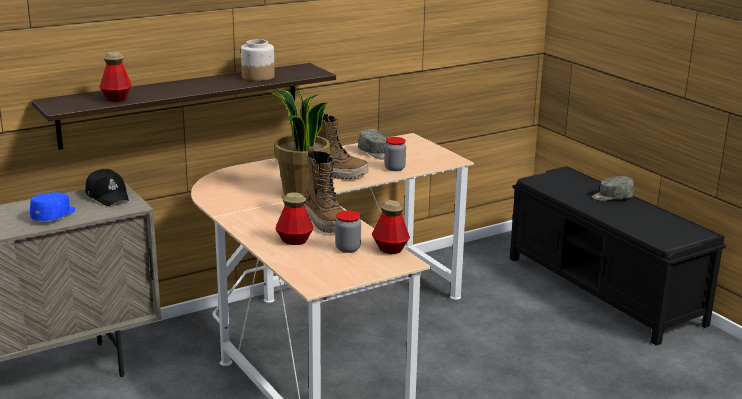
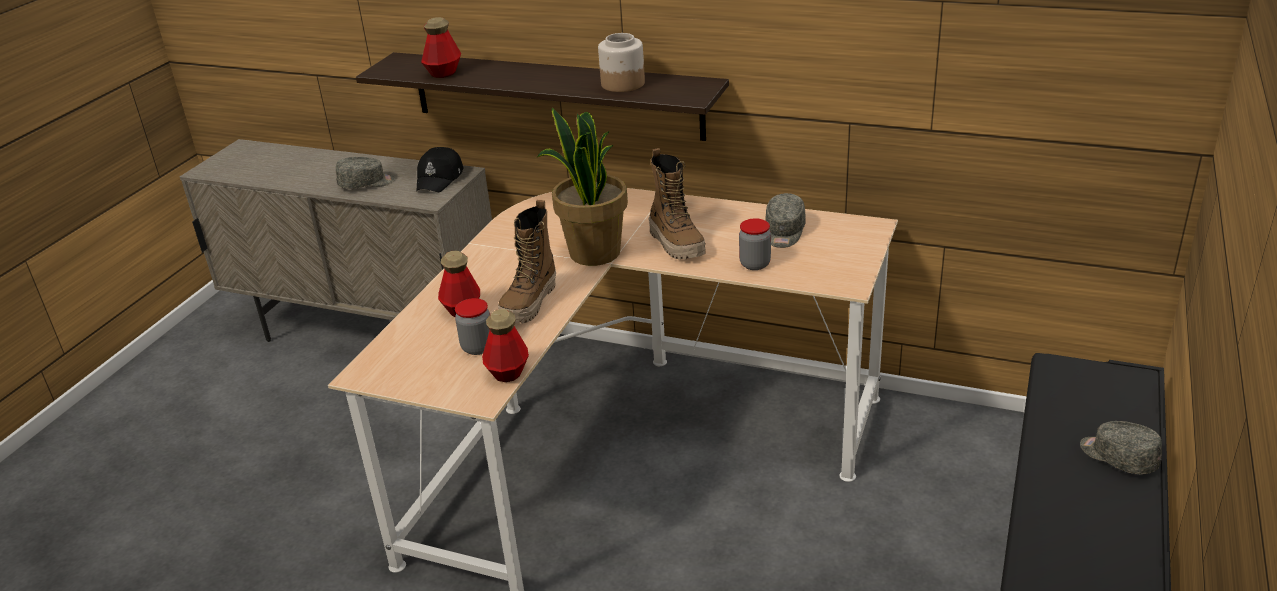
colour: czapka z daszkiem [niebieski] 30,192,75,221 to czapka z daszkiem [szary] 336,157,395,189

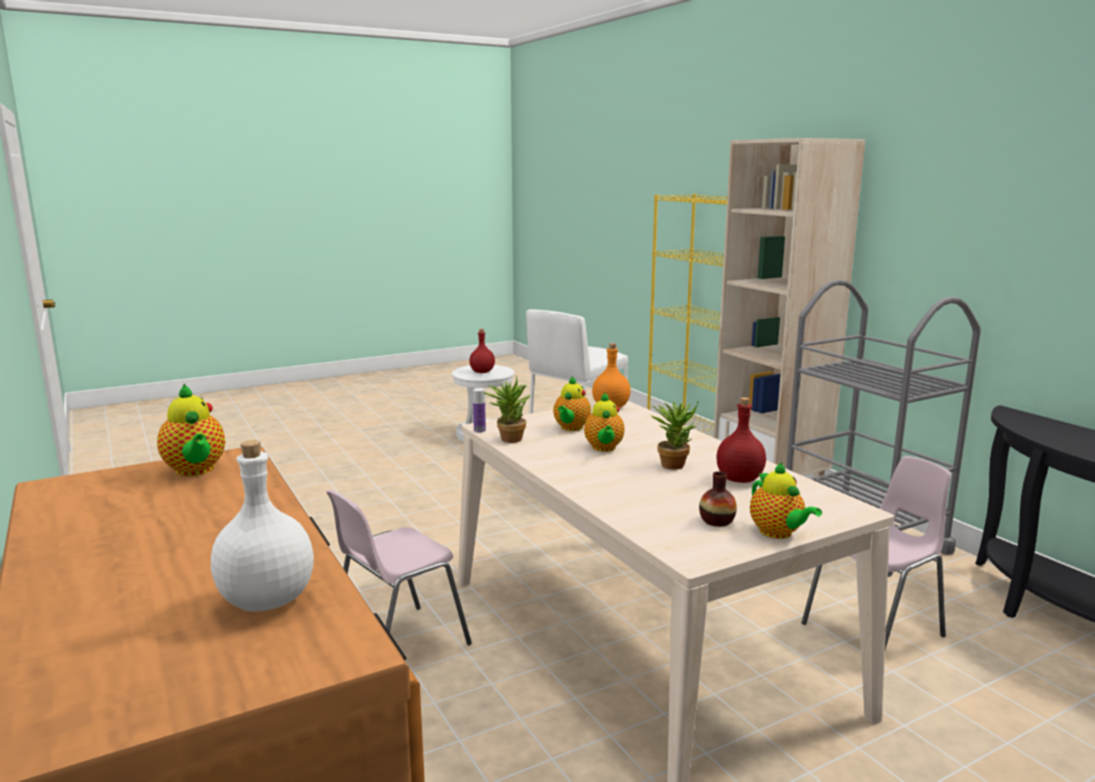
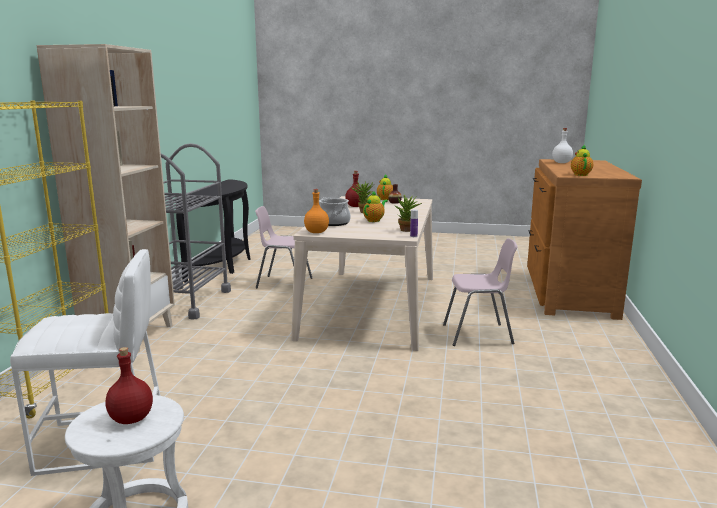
missing: imbryk 553,376,591,431
appeared: garnek 319,197,351,226

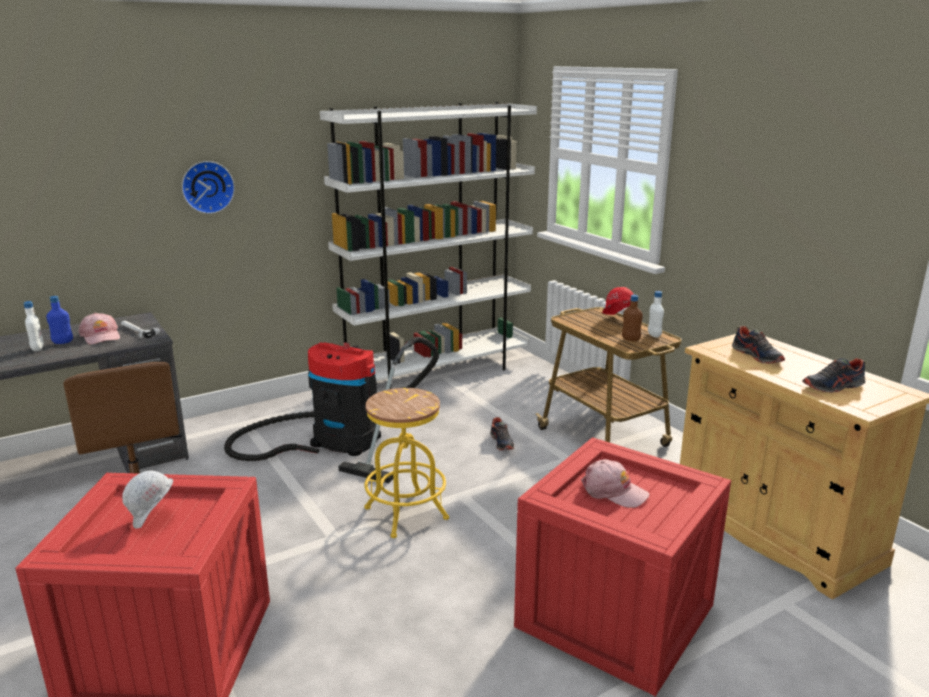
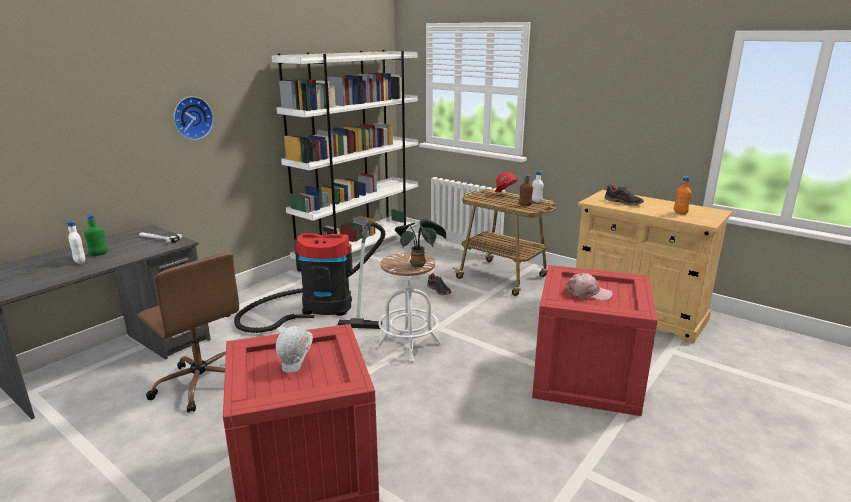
missing: czapka z daszkiem [różowy] 78,313,120,345
appeared: roślina doniczkowa 395,219,447,268
exchanged: but 802,358,867,393 to butelka [pomarańczowy] 674,176,692,215
colour: butelka [niebieski] 46,296,73,344 to butelka [zielony] 84,214,108,256; stołek [żółty] 364,388,449,538 to stołek [biały] 376,253,441,362

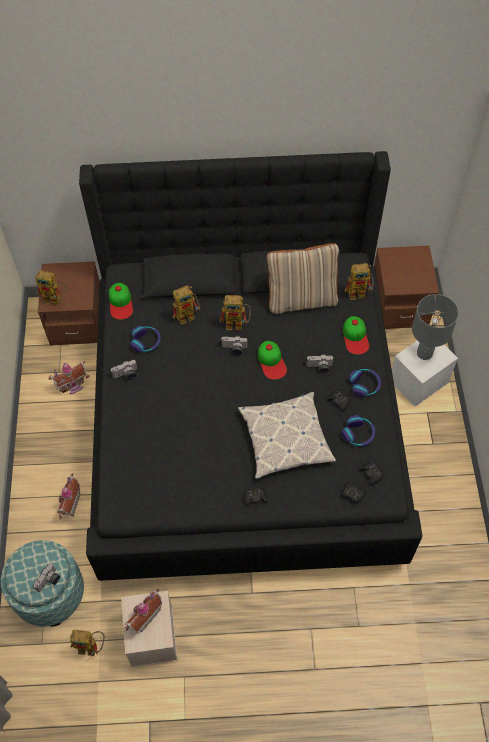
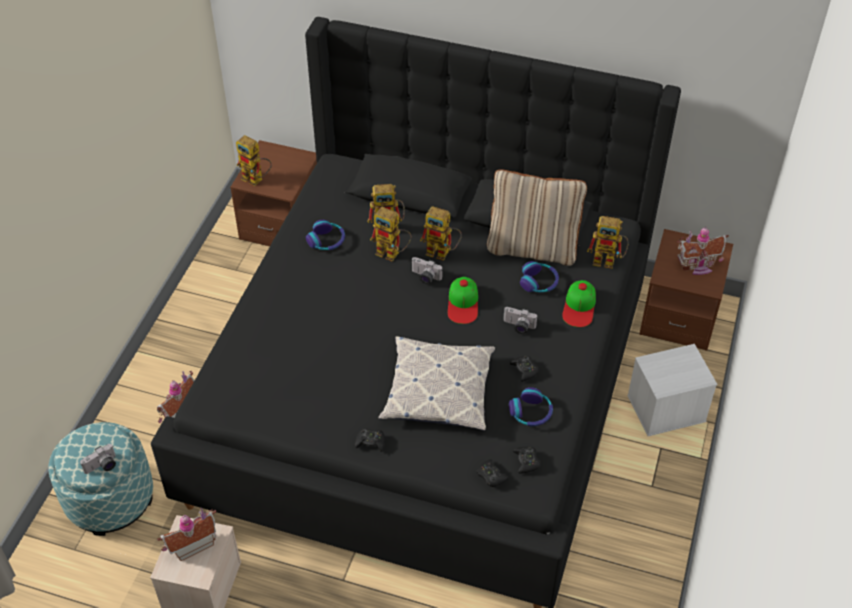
missing: czapka z daszkiem 109,283,133,320; aparat fotograficzny 111,360,137,380; lampa stołowa [szary] 412,294,459,360
relocated: robot zabawkowy 70,630,105,656 to 370,207,411,261; słuchawki 349,369,381,397 to 520,261,559,292; domek 48,361,89,394 to 677,227,729,275

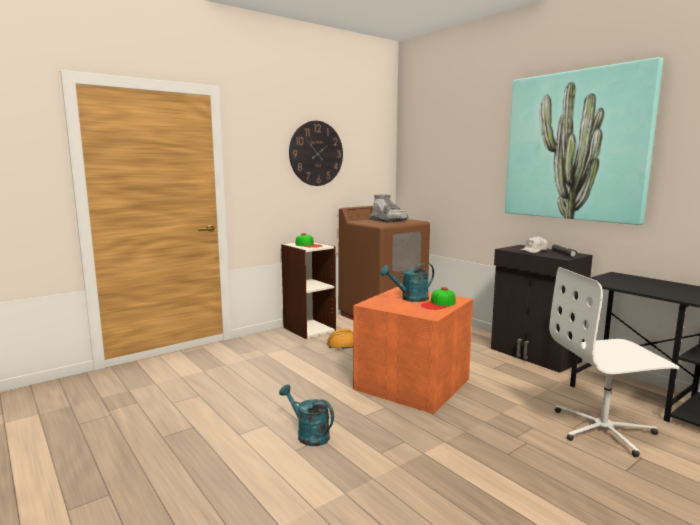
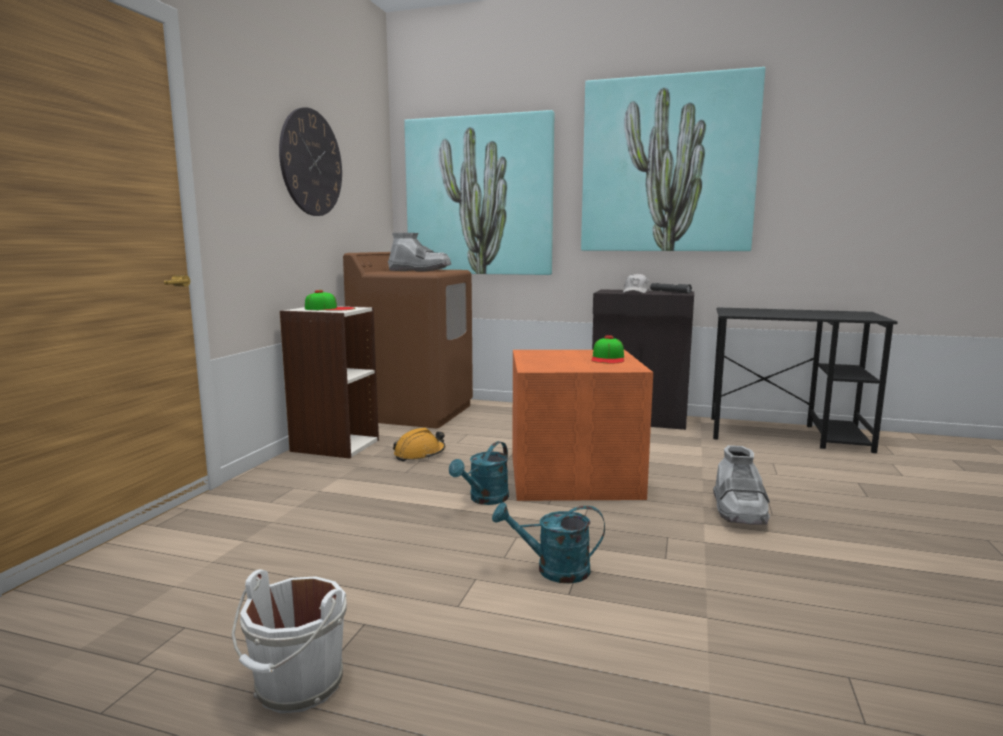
missing: krzesło biurowe [biały] 549,267,680,457
appeared: wiadro [biały] 231,569,347,713; obraz 404,110,554,275; but z cholewką [szary] 713,445,770,525
relocated: konewka [turkusowy] 380,263,434,302 to 449,441,509,505

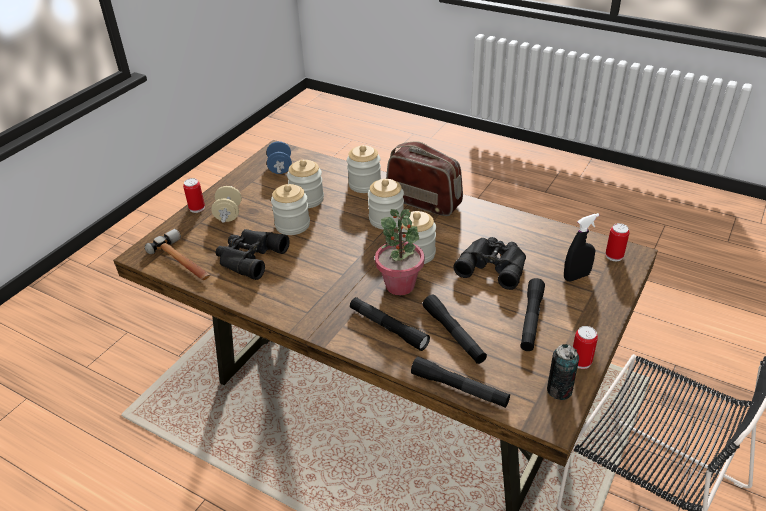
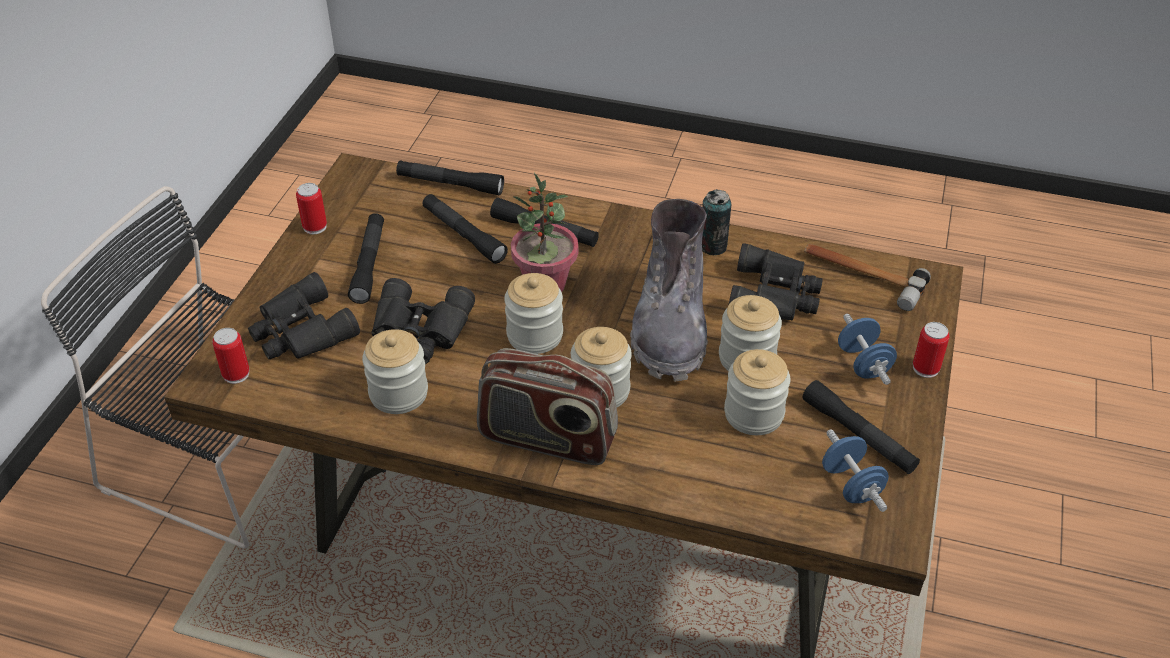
appeared: but z cholewką [szary] 630,199,708,382; latarka [czarny] 803,380,920,474
relocated: słoik 347,145,381,193 to 362,329,428,414; puszka 547,344,579,400 to 702,189,731,255
exchanged: spryskiwacz [czarny] 564,213,599,281 to lornetka [czarny] 248,272,360,359
colour: hantel [beżowy] 211,186,242,223 to hantel [niebieski] 838,314,897,385

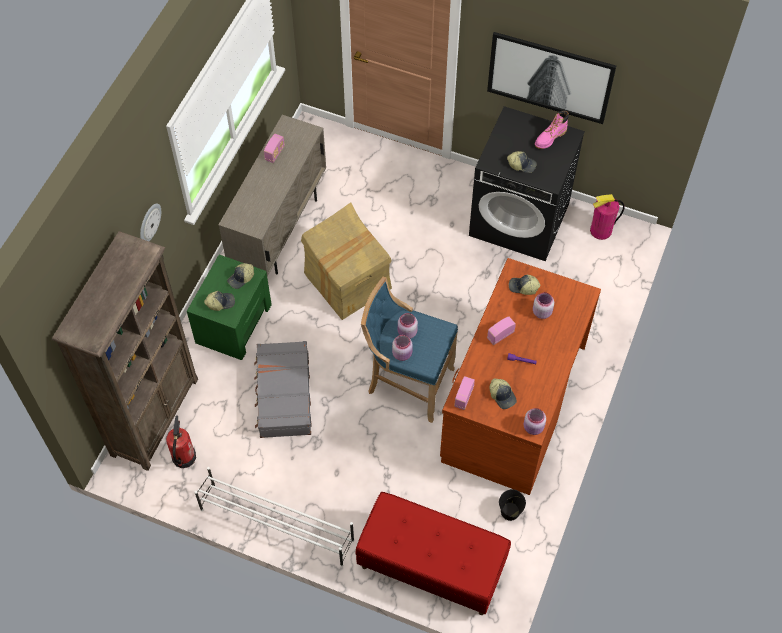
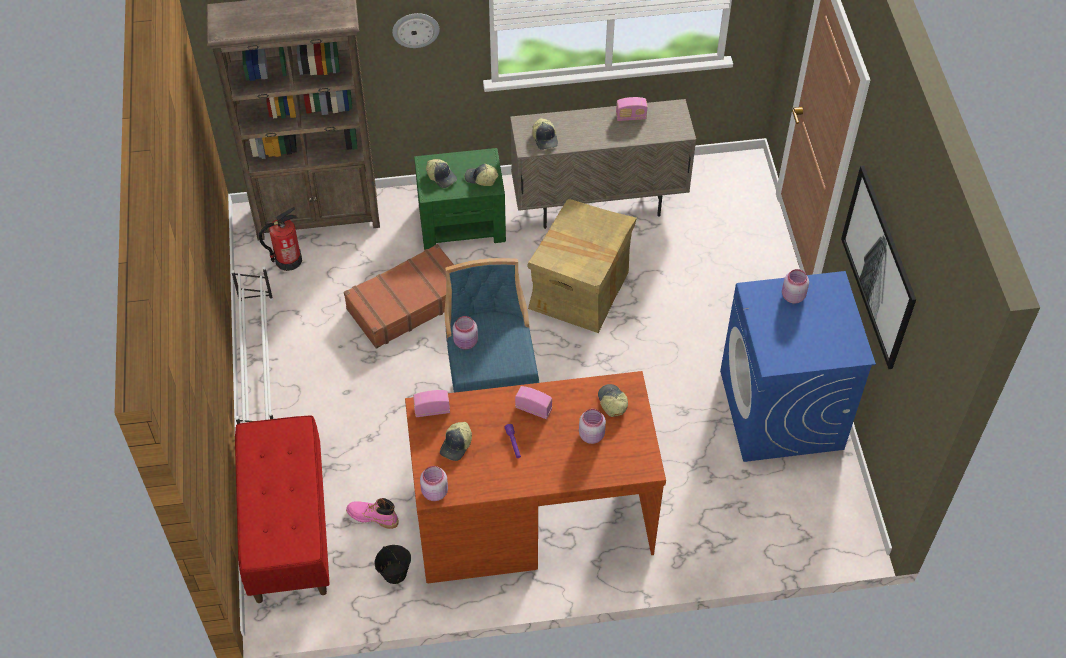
missing: gaśnica 590,194,625,240
relocated: but z cholewką [różowy] 535,111,569,149 to 346,498,399,529; czapka z daszkiem 507,151,536,173 to 532,118,558,150; słoik [różowy] 398,313,418,339 to 782,269,809,303
colour: walizka [szary] 254,341,312,438 to walizka [brązowy] 344,244,454,349; pralka [czarny] 469,106,585,261 to pralka [niebieski] 720,271,876,462

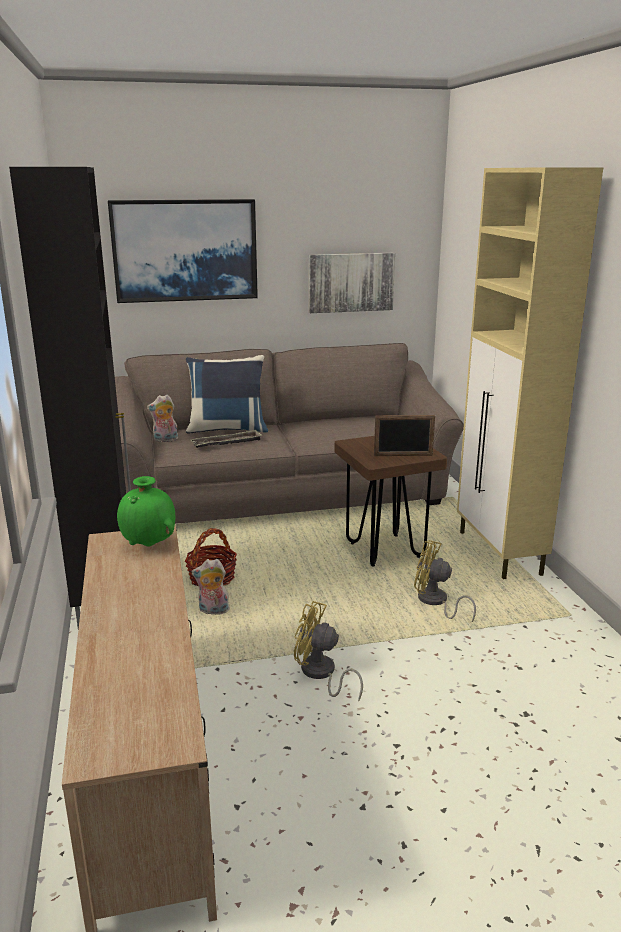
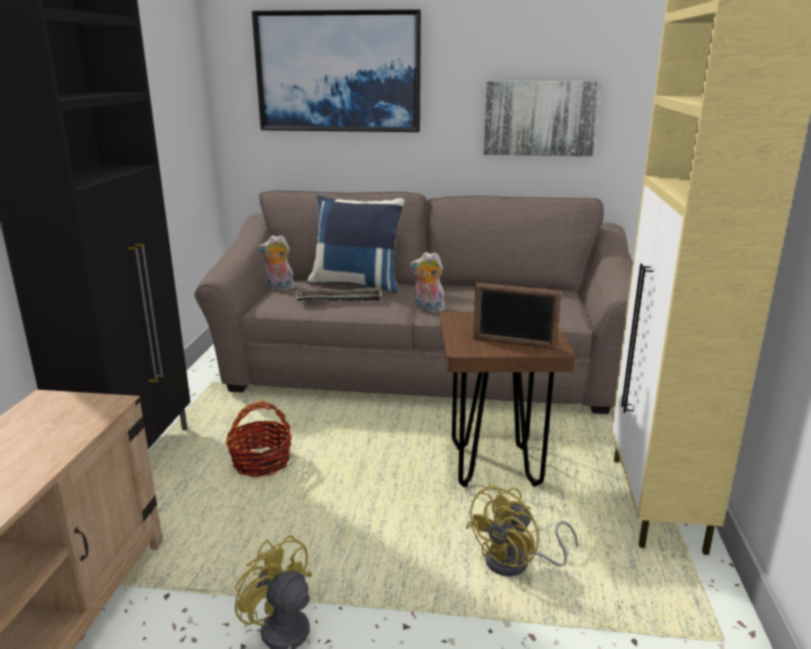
missing: wazon [zielony] 117,476,175,547
relocated: pluszak 192,559,231,615 to 410,252,445,313
spun: wentylator [żółty] 414,540,476,622 = 465,485,578,576 90 degrees counterclockwise

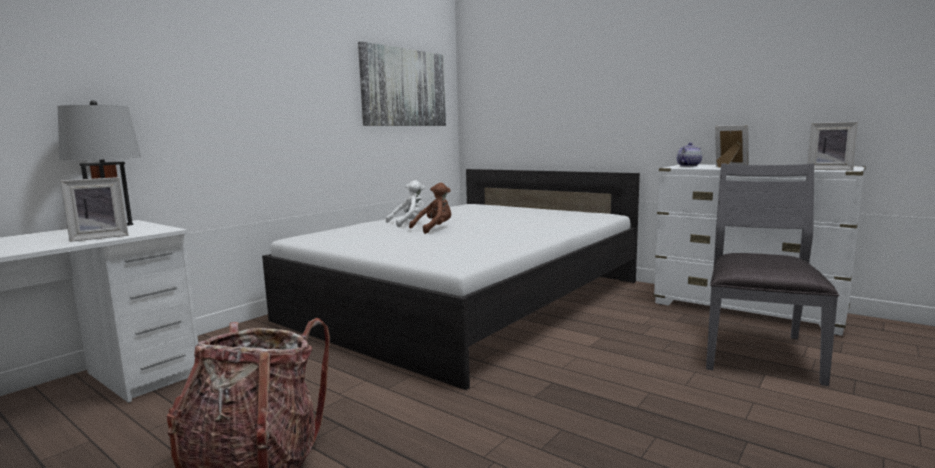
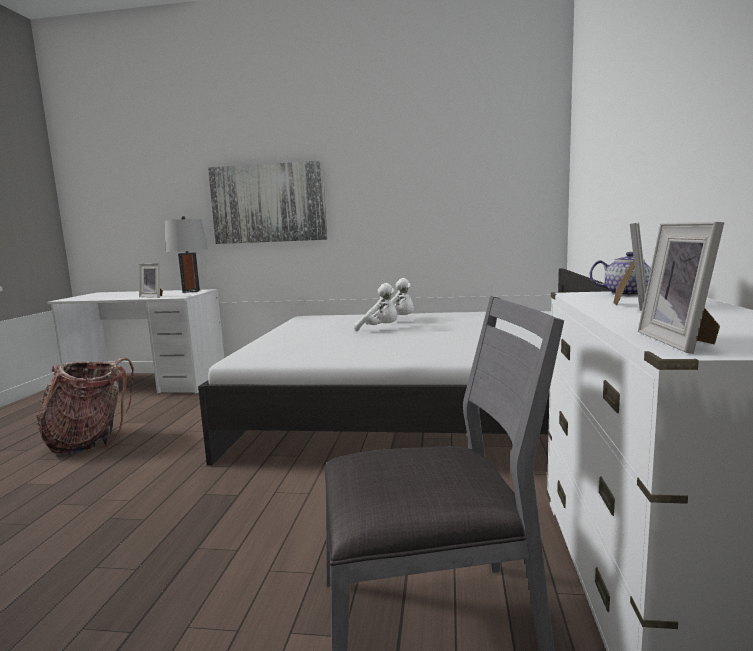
relocated: obraz 358,41,446,126 to 208,160,327,244
colour: pluszak [brązowy] 409,183,451,234 to pluszak [biały] 354,283,398,331

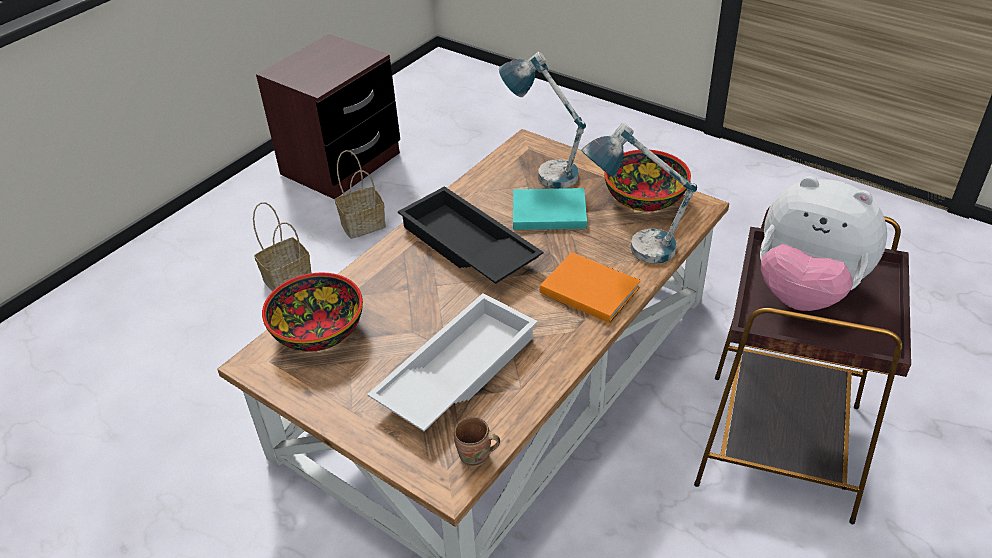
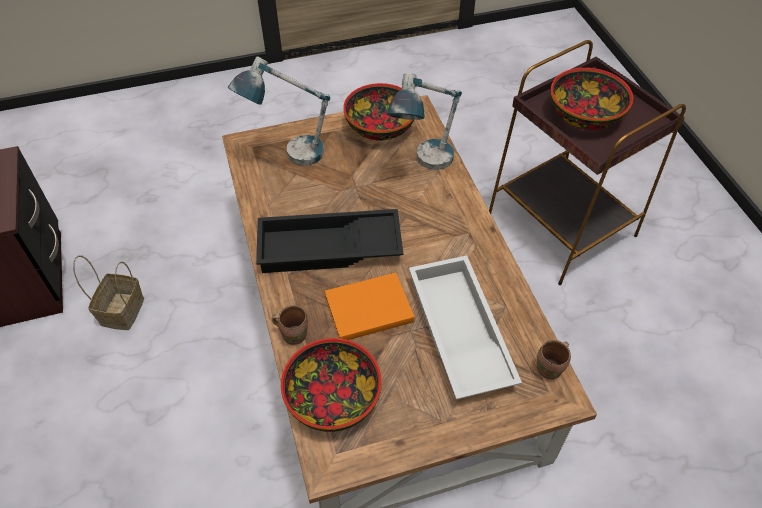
missing: koszyk 253,202,311,291; książka [turkusowy] 513,188,587,230
appeared: kubek [brązowy] 272,305,308,345
relocated: książka [pomarańczowy] 540,252,641,323 to 325,272,414,340
exchanged: pluszak 760,176,887,311 to miska 551,68,633,130

